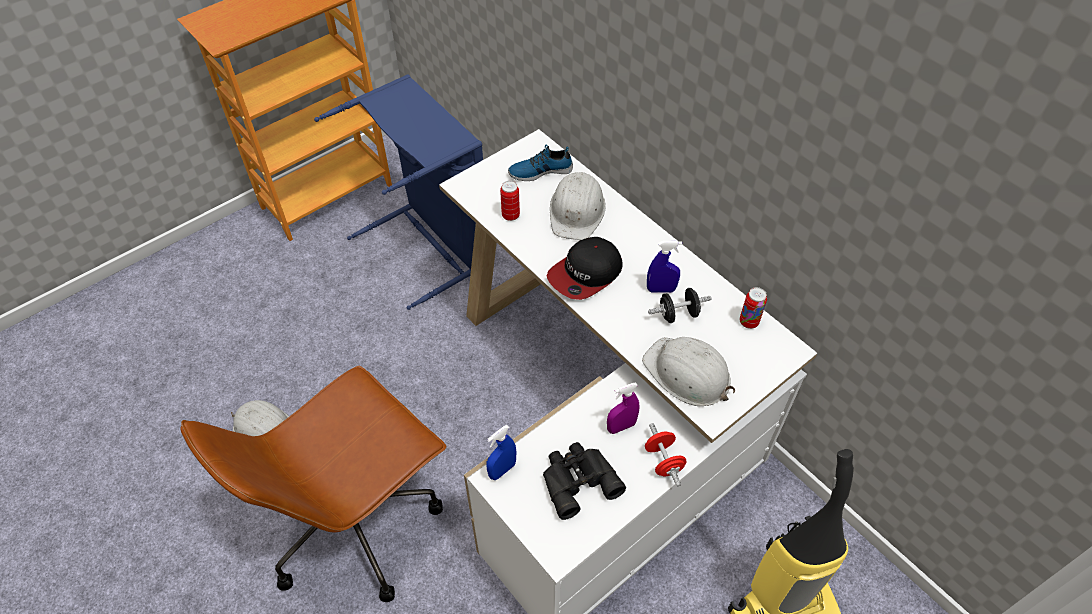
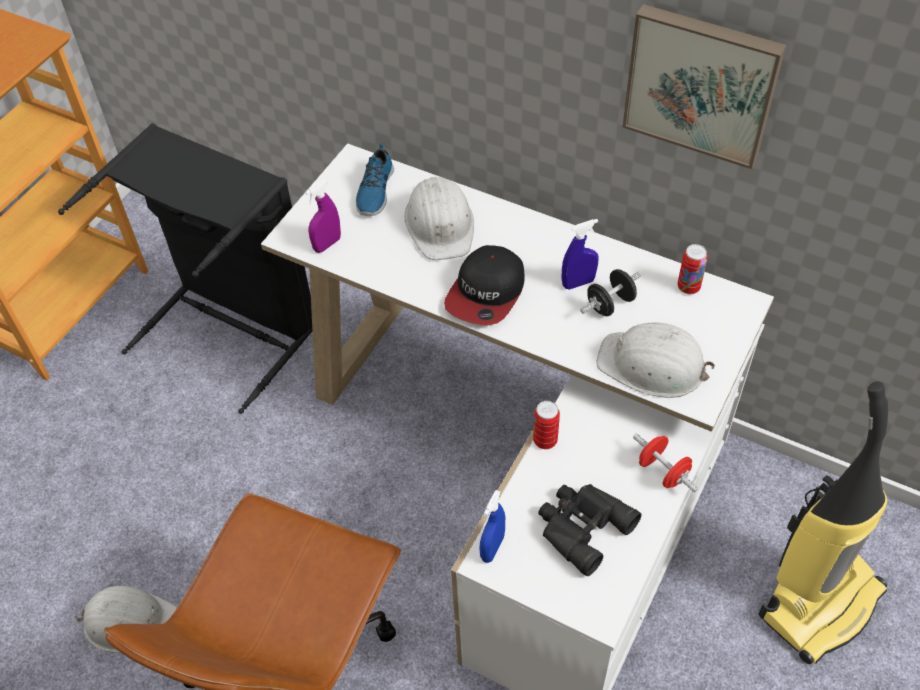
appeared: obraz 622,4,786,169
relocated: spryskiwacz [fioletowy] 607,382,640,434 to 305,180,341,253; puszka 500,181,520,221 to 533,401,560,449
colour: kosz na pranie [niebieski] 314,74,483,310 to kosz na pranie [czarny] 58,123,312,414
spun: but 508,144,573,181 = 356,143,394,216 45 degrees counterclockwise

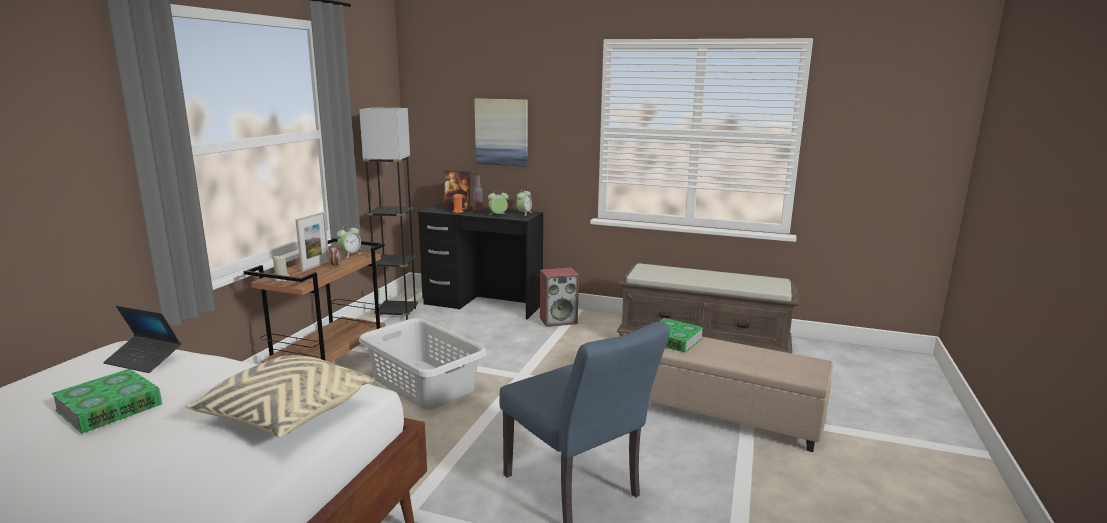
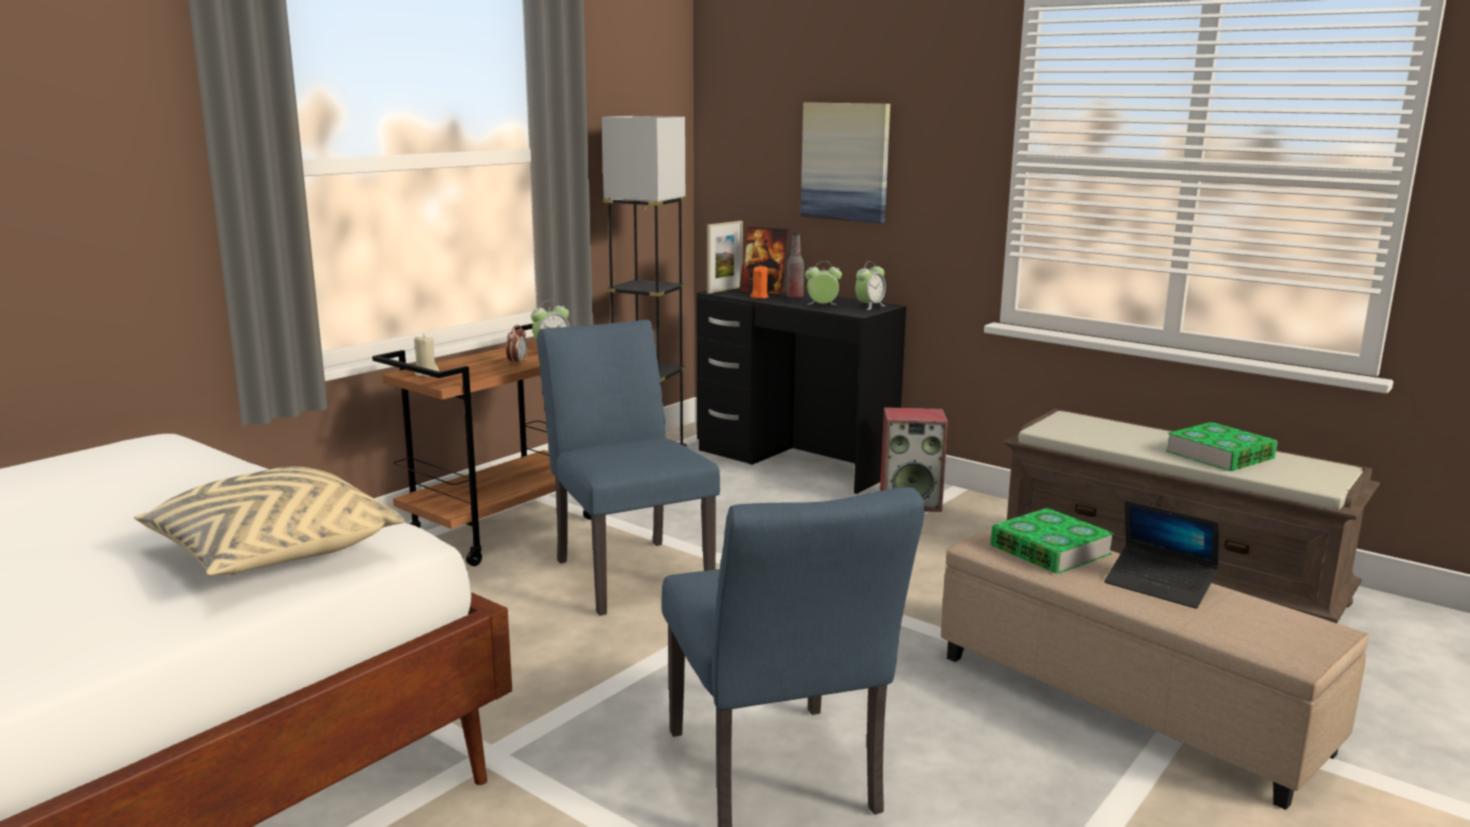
relocated: ramka na zdjęcie 295,212,330,272 to 707,221,743,293; laptop 103,306,181,373 to 1104,500,1219,609; książka 51,369,162,434 to 1166,422,1278,472
exchanged: kosz na pranie [szary] 359,318,487,410 to krzesło [niebieski] 537,320,720,616

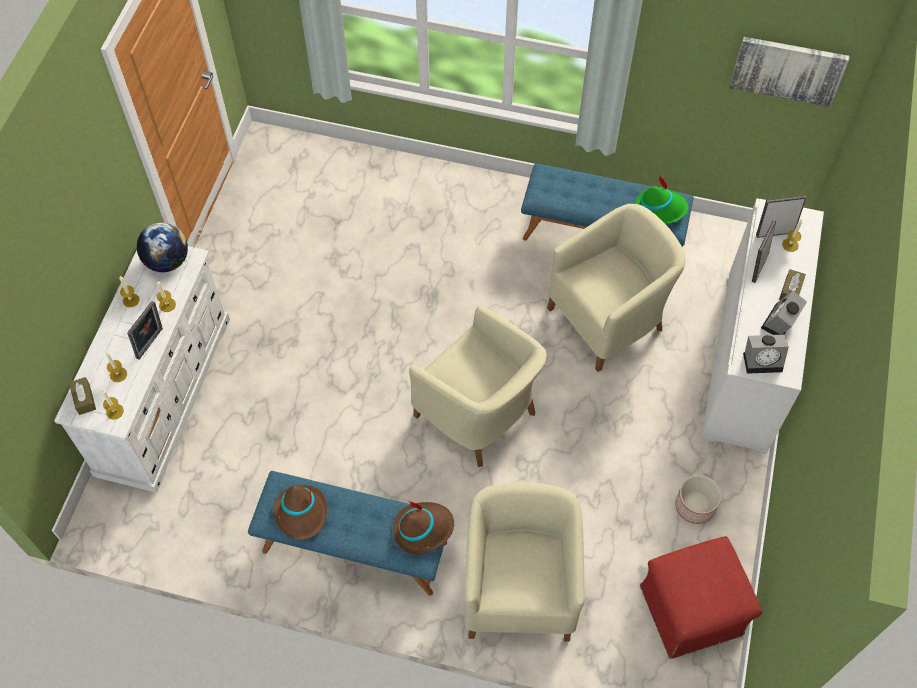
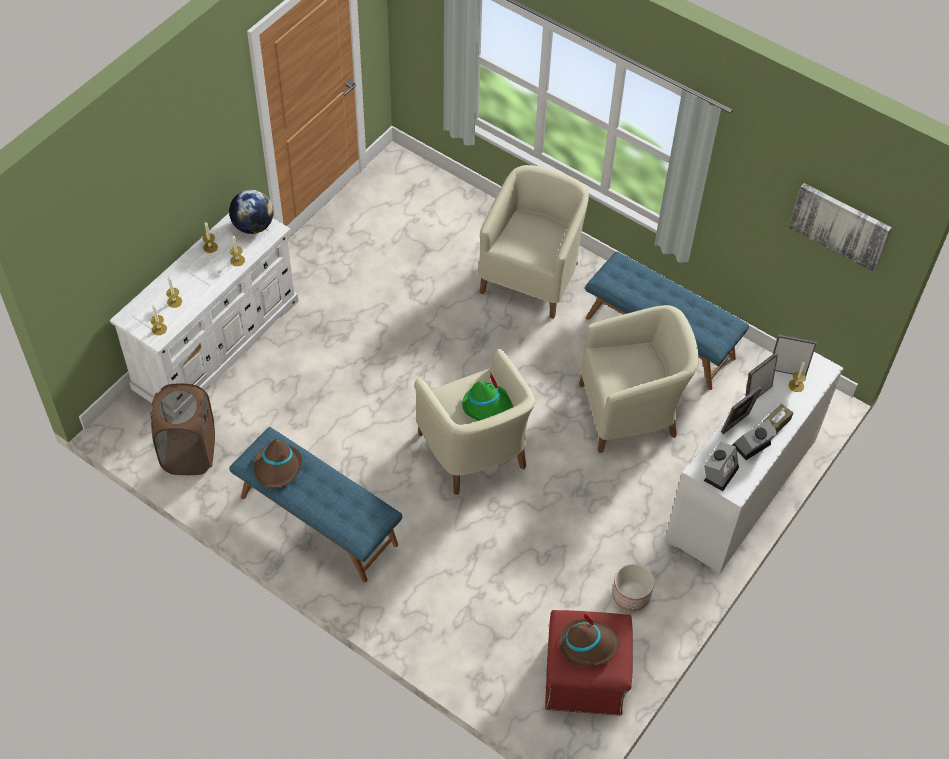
missing: pudełko chusteczek [brązowy] 69,377,96,415
appeared: kosz na pranie [brązowy] 151,384,215,475
relocated: kapelusz [zielony] 635,175,688,224 to 462,372,514,421; fotel [beżowy] 465,482,585,641 to 479,165,589,319; kapelusz [brązowy] 393,501,454,555 to 559,612,619,667; ramka na zdjęcie 127,301,163,360 to 721,386,762,434
spun: budzik 743,335,789,374 = 704,442,739,491 75 degrees counterclockwise

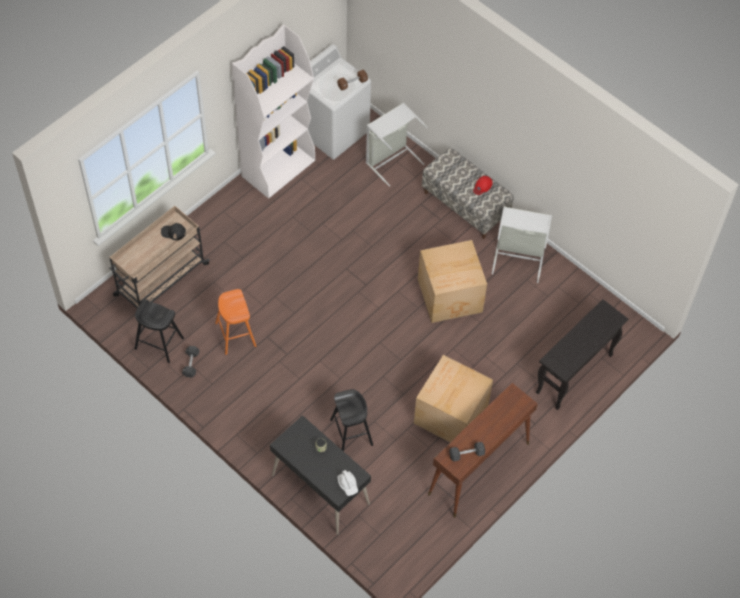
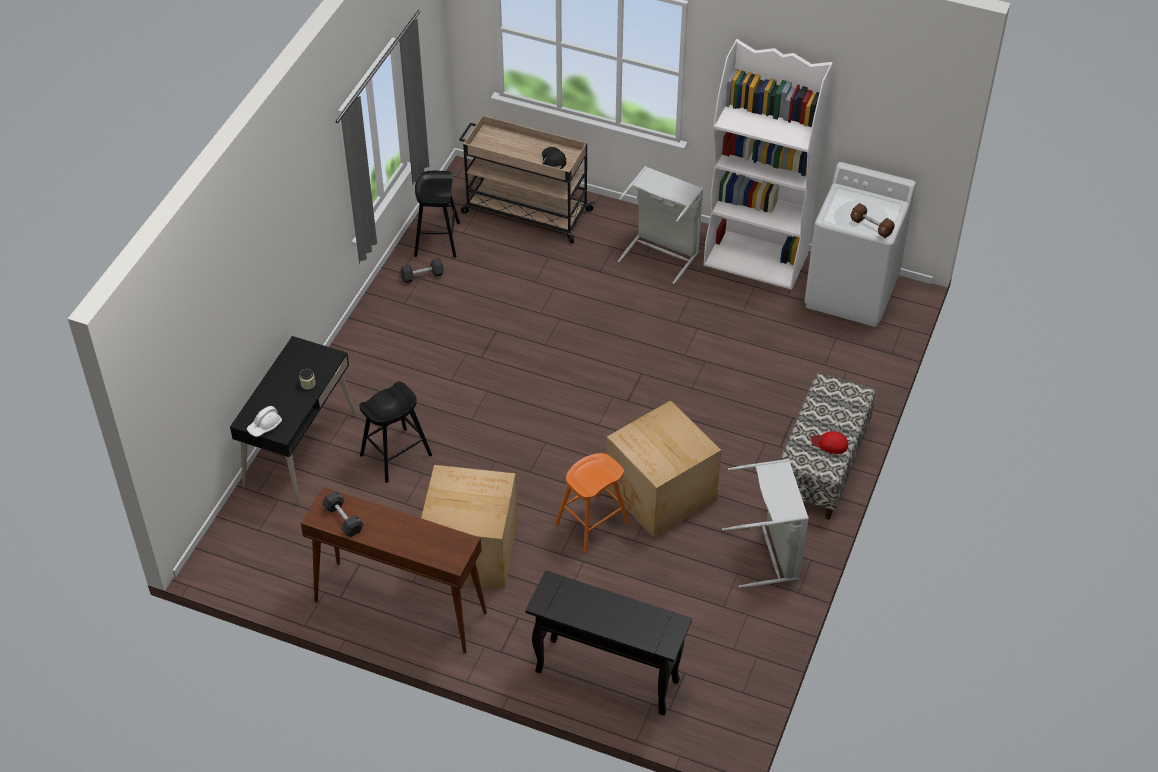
relocated: stołek [pomarańczowy] 215,289,256,355 to 555,453,629,553; kosz na pranie [szary] 366,103,428,187 to 618,166,703,284

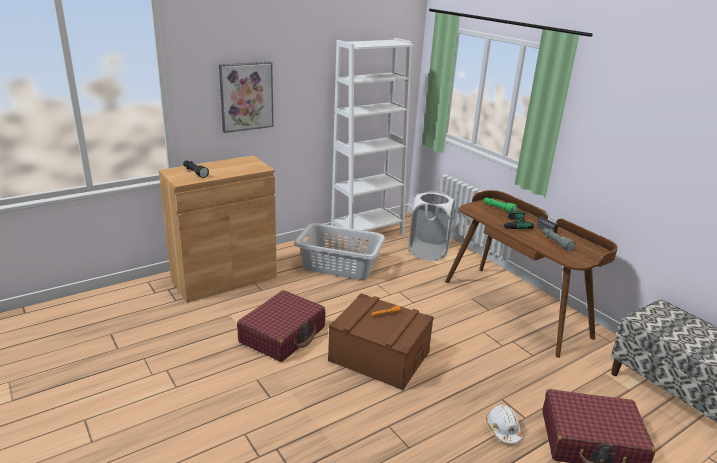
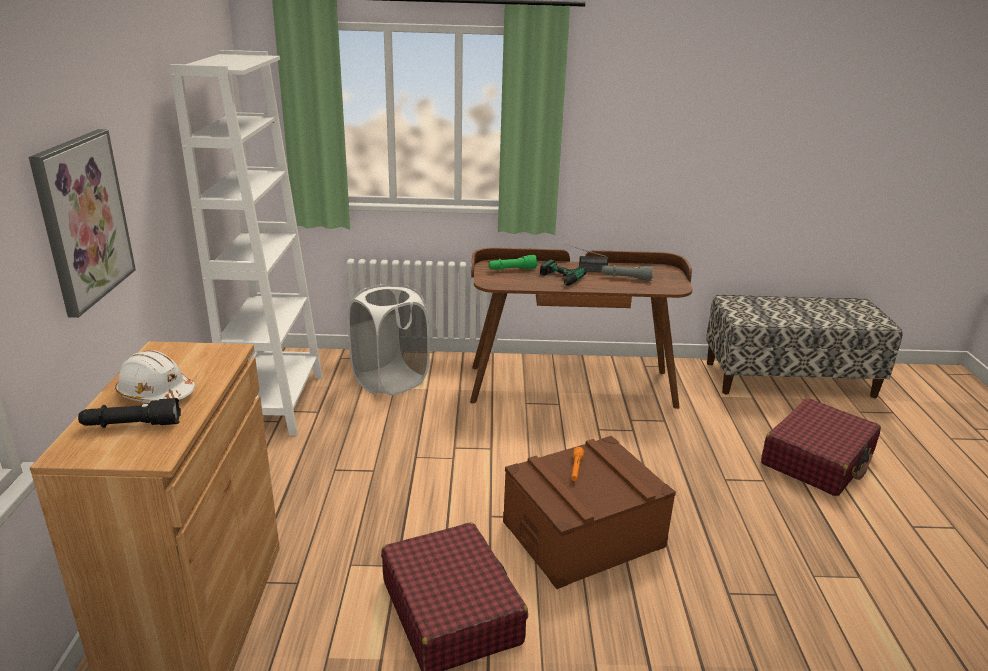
missing: kosz na pranie [szary] 294,223,385,280
relocated: kask [biały] 486,405,522,444 to 115,350,195,403

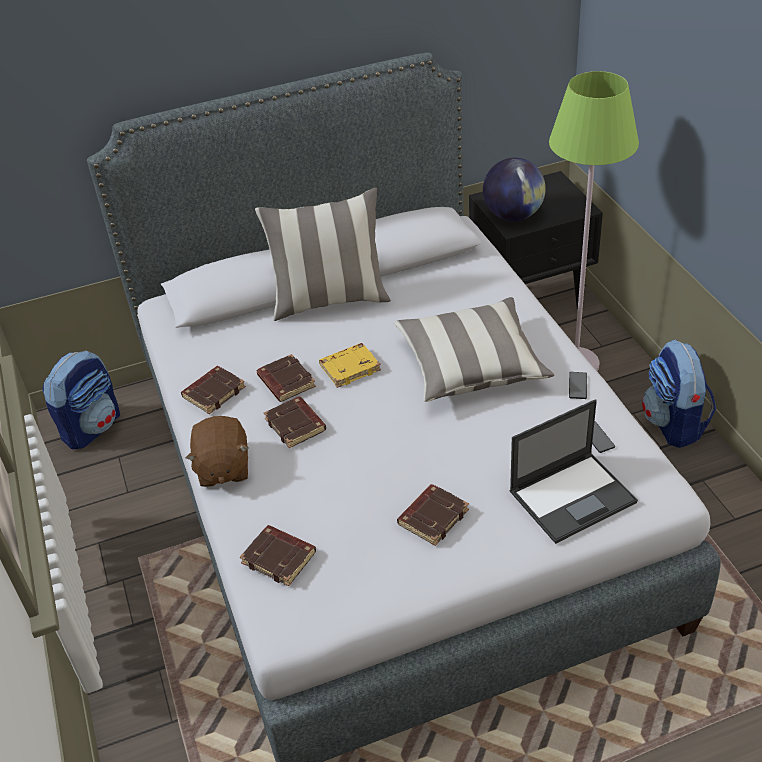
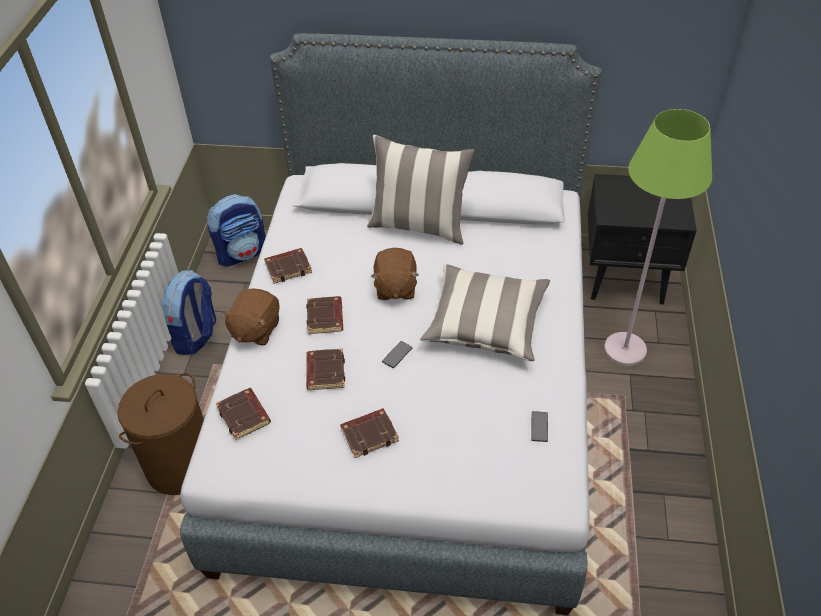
missing: globus 483,158,546,221; laptop 509,399,638,544
appeared: kosz na pranie [brązowy] 117,373,204,495
relocated: plecak 642,339,716,448 to 161,270,216,355; książka [brązowy] 257,354,316,402 to 306,349,345,390; telefon 569,372,587,399 to 382,341,412,368
exchanged: książka [żółty] 319,343,381,388 to pluszak [brązowy] 371,248,419,300

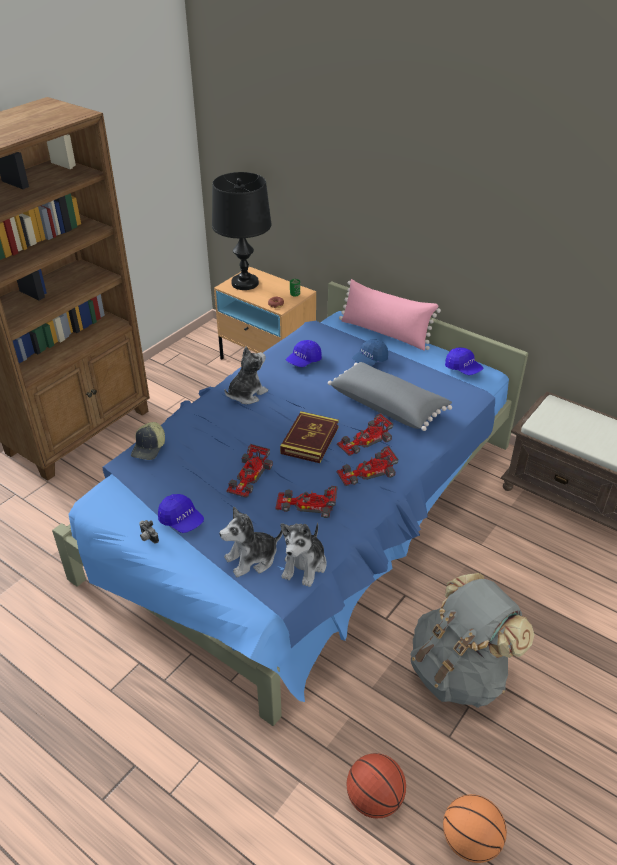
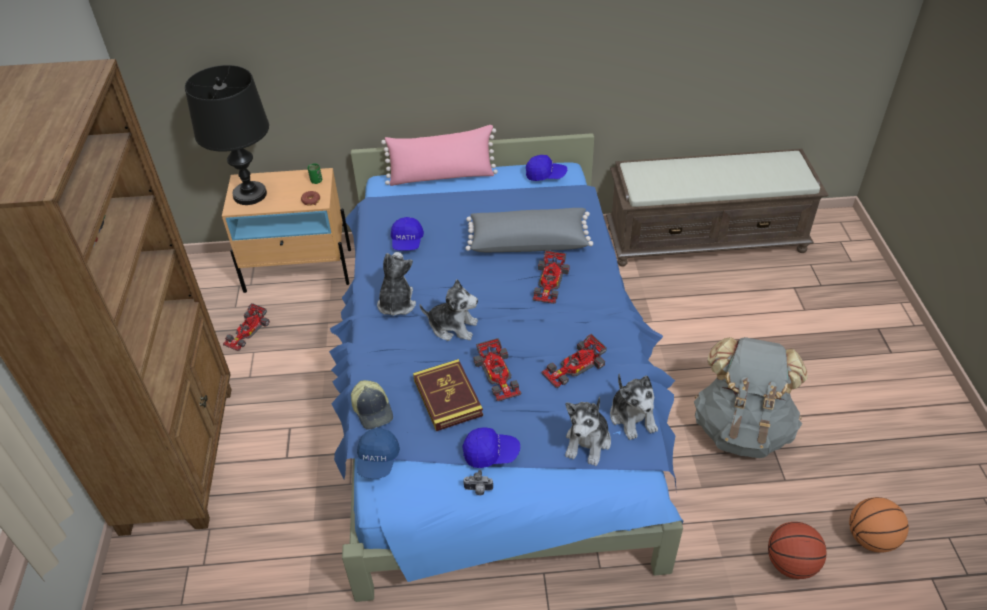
appeared: pluszak 420,279,478,341
relocated: samochodzik 337,446,398,486 to 223,303,270,351; czapka z daszkiem [niebieski] 352,339,388,366 to 357,428,400,479; książka 280,411,339,463 to 413,359,483,431

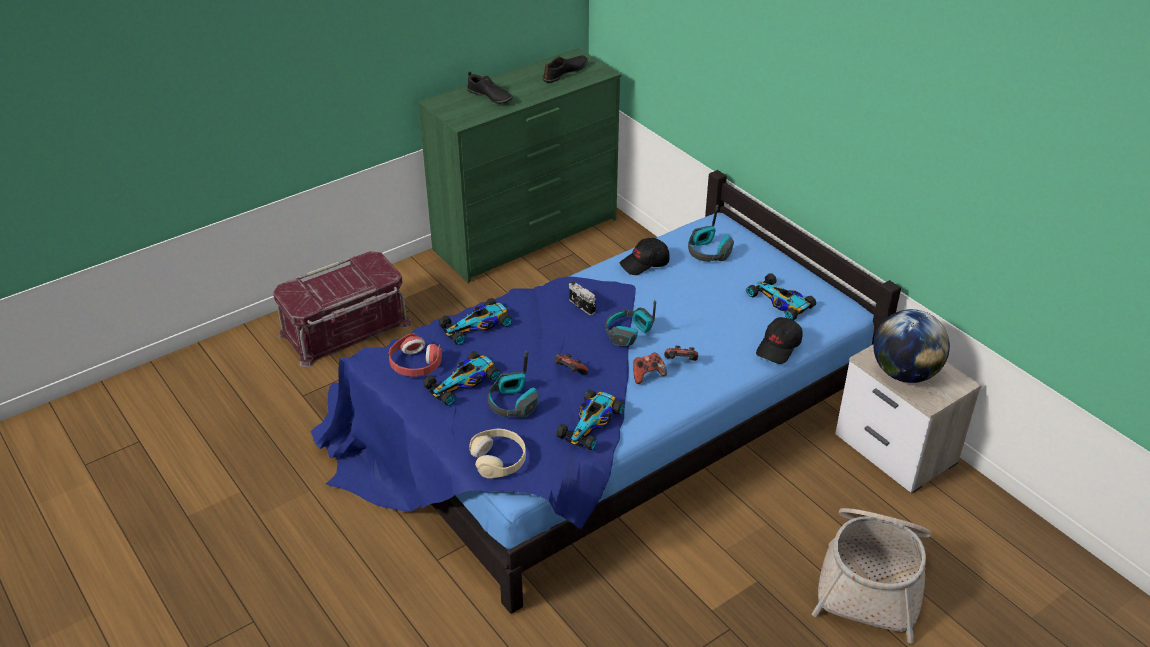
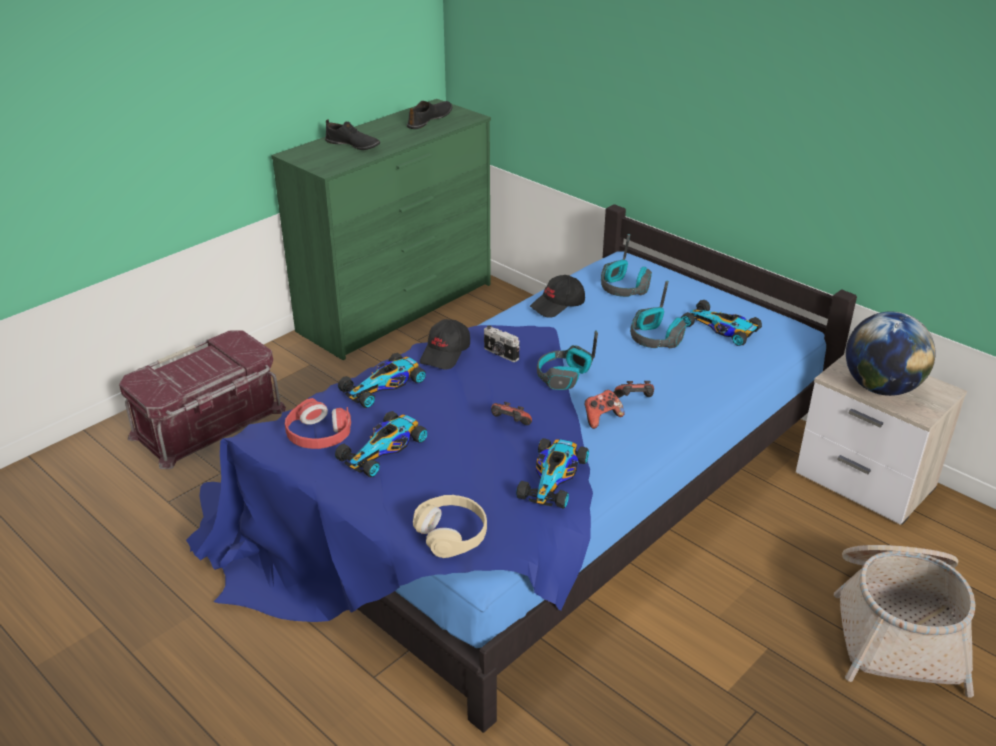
relocated: czapka z daszkiem [czarny] 756,317,803,364 to 420,319,470,369; słuchawki 488,351,539,418 to 630,281,687,349

